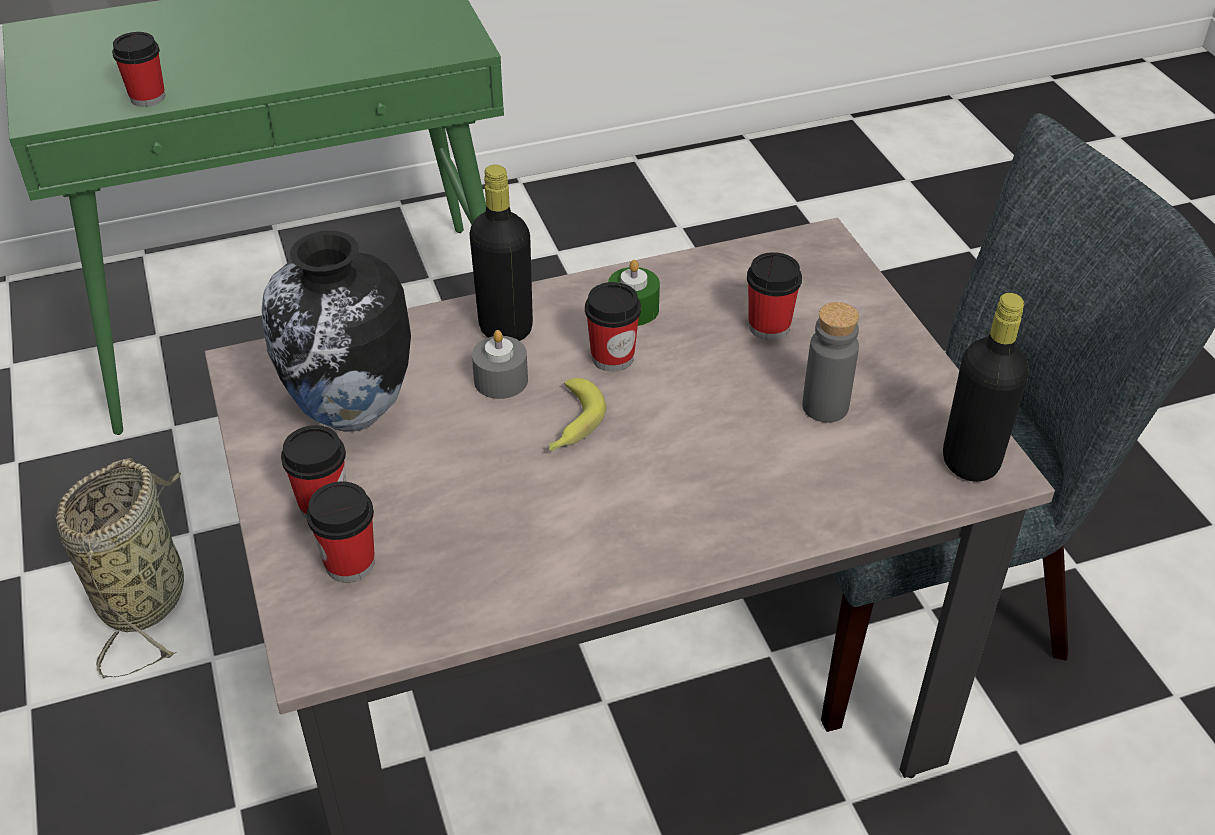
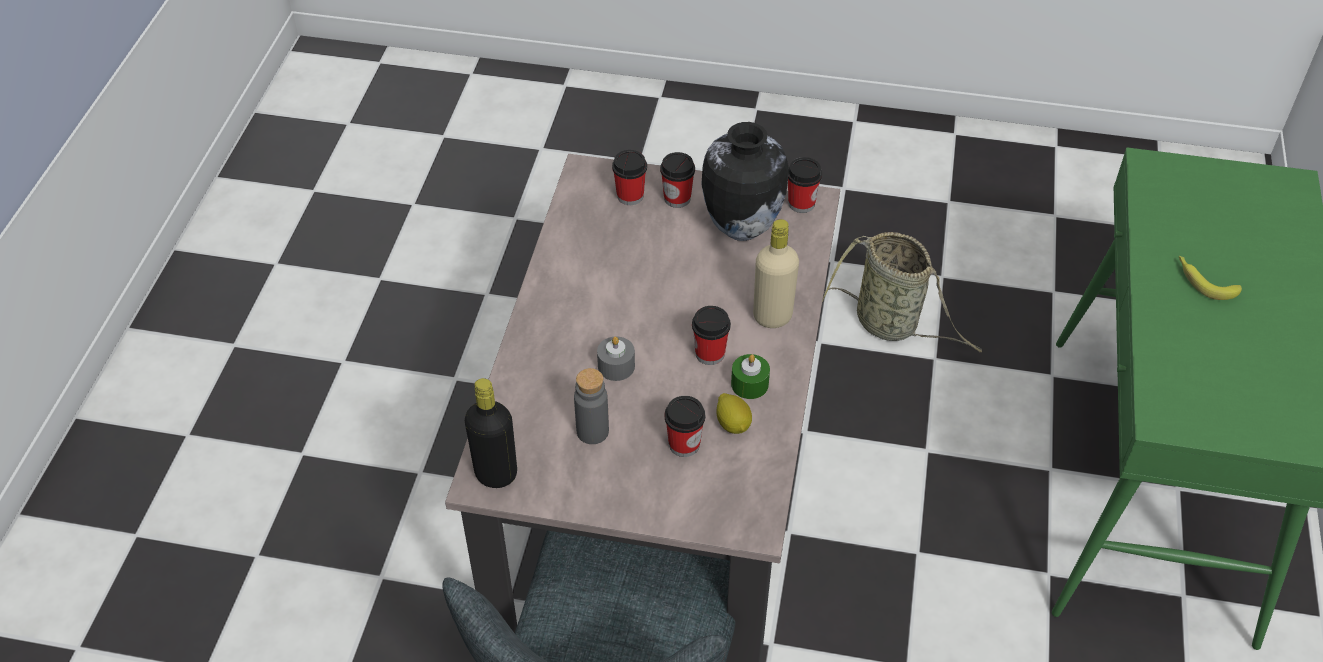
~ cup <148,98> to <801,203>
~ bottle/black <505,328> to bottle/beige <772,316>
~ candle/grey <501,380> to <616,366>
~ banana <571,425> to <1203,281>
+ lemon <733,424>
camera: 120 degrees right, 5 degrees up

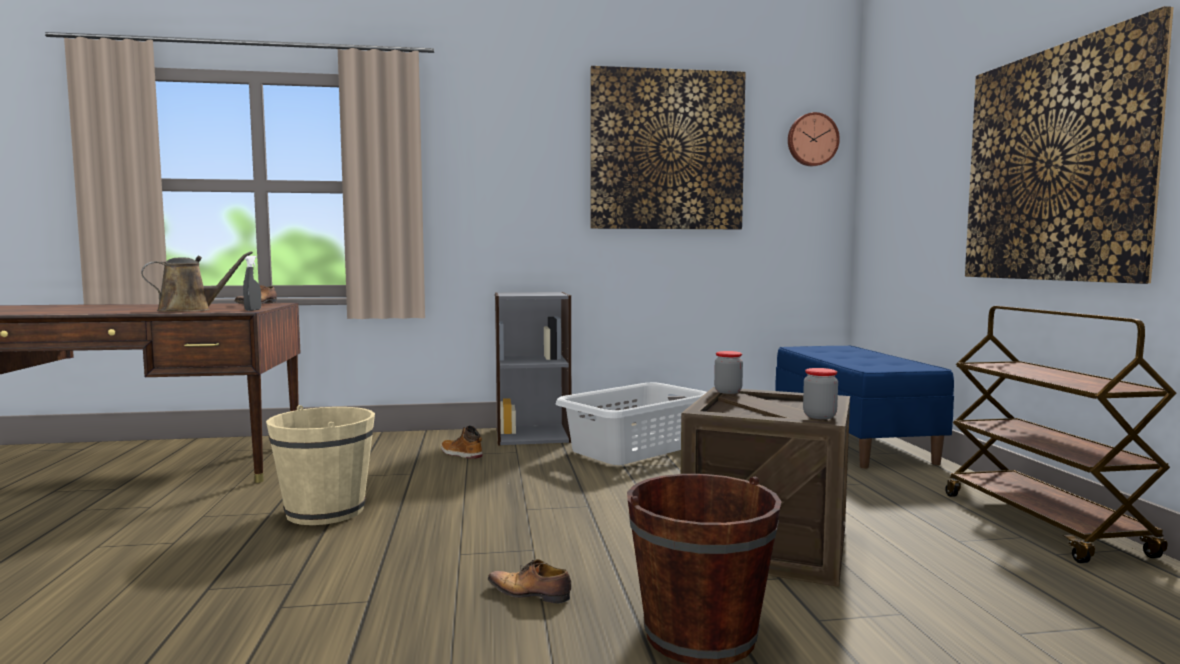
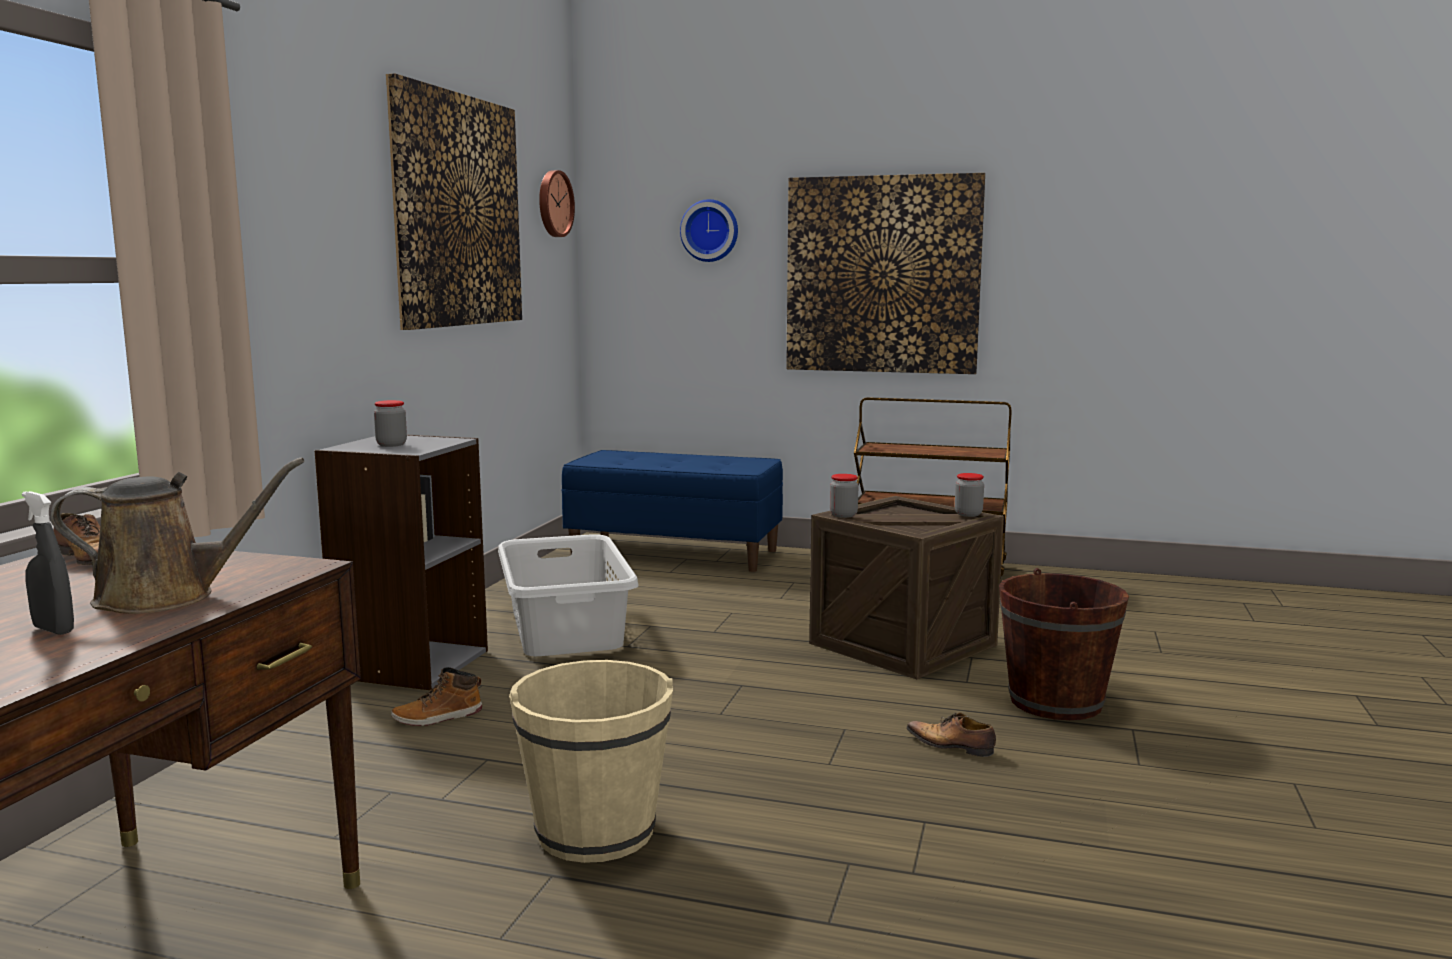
~ watering can/brown <190,310> = <167,597> 90 degrees clockwise
~ spray bottle/grey <253,310> to <53,630>
~ shoe <530,594> = <951,746> 75 degrees clockwise
+ wall clock <710,231>
+ jar <391,445>
camera: 65 degrees left, 5 degrees up

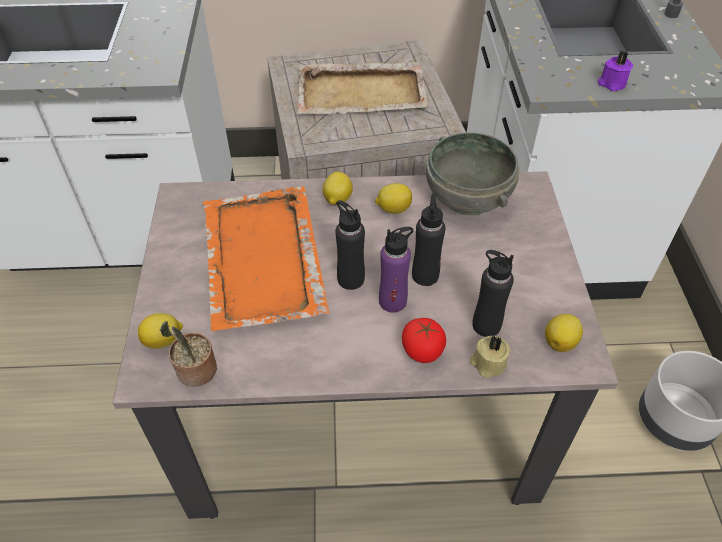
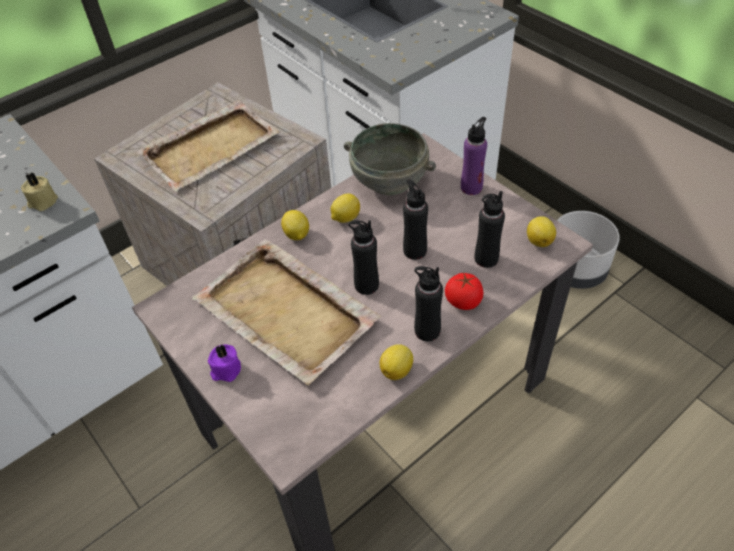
~ candle/purple <611,83> to <226,370>
~ tray/orange <262,260> to tray/beige <286,313>
~ bottle/purple <393,301> to <471,187>
~ lemon <164,340> to <397,370>
- potted plant <195,372>
~ candle/beige <487,363> to <42,202>
+ bottle/black <427,331>
camera: 35 degrees left, 0 degrees up

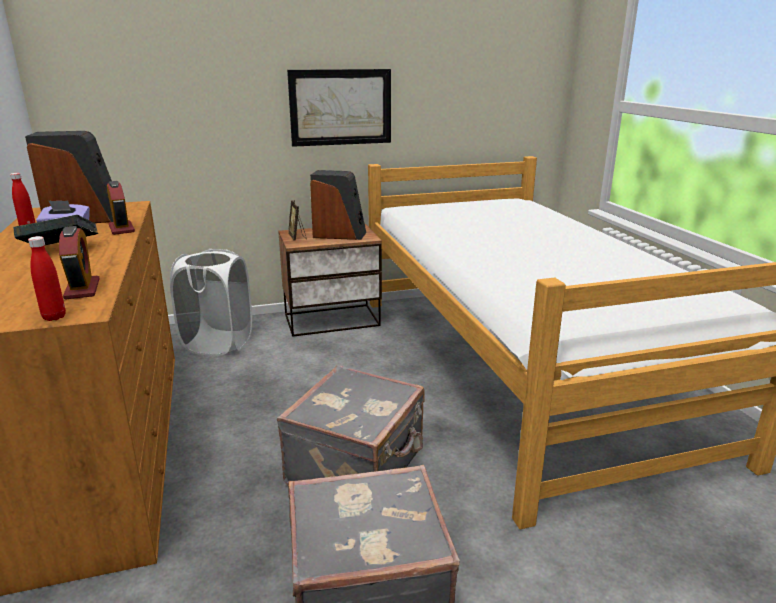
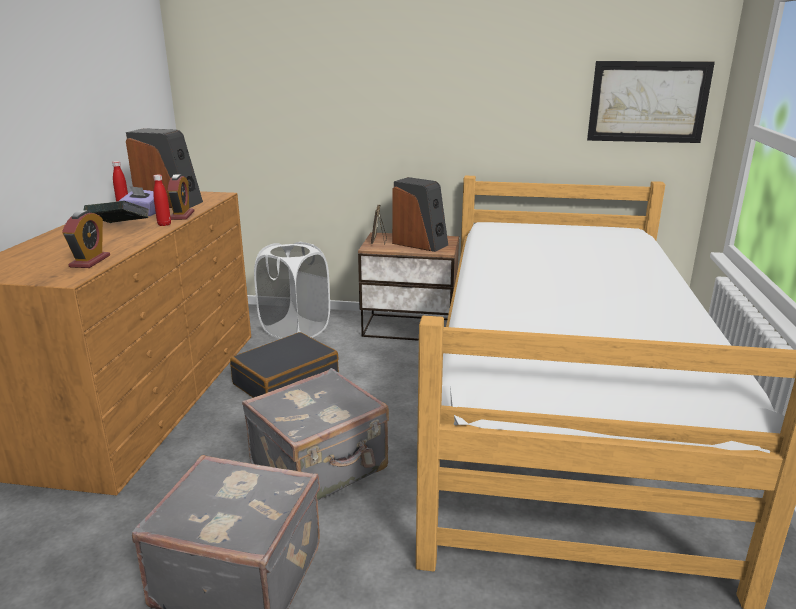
~ picture <340,107> to <648,102>
~ bottle/red <54,317> to <164,224>
+ suitcase/black <285,381>
camera: 25 degrees right, 0 degrees up

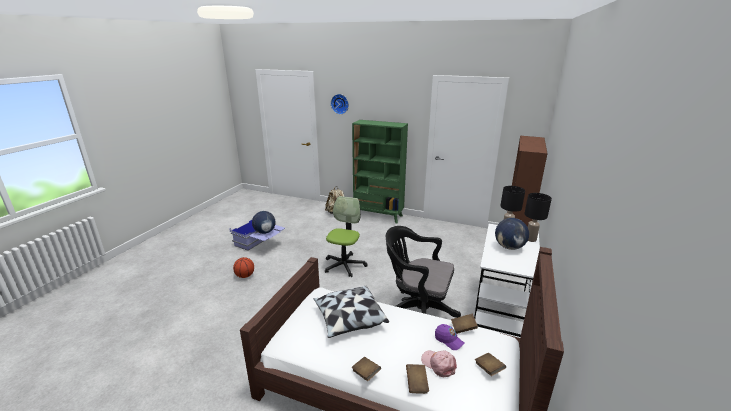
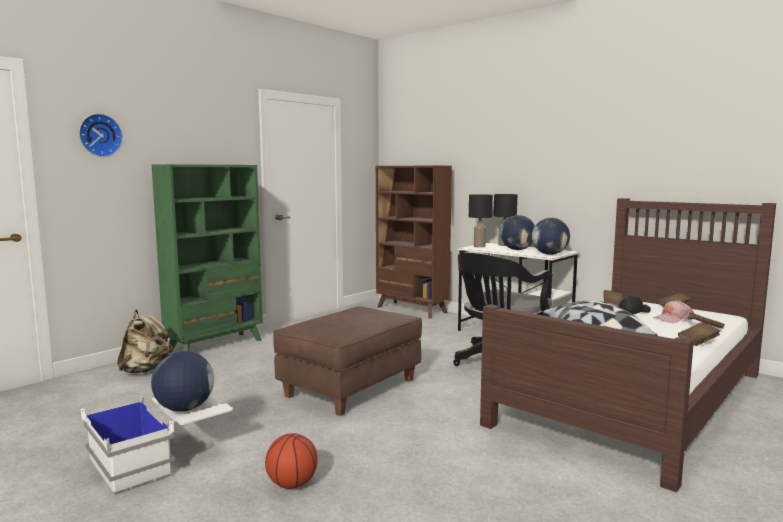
~ office chair <344,265> to ottoman/brown <351,388>
~ storage box/blue <260,245> to storage box/white <162,458>
~ cap/purple <448,340> to cap/black <634,312>
+ globe <549,254>
camera: 70 degrees left, 15 degrees down

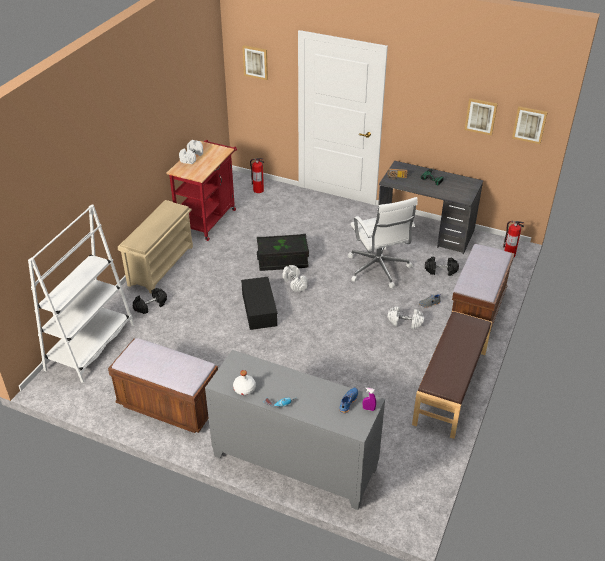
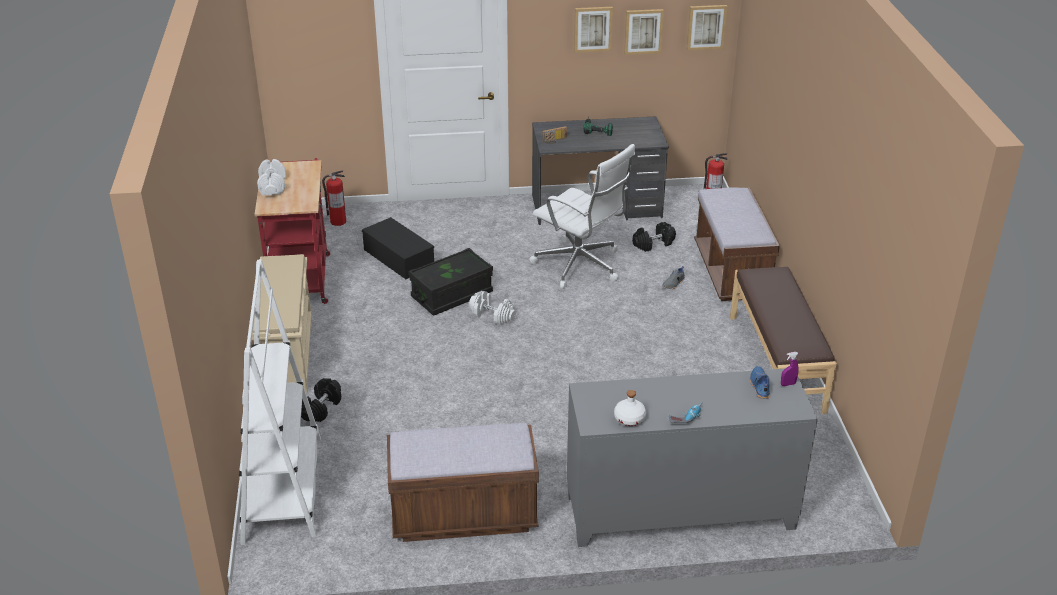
~ picture <255,62> to <593,29>
~ storage box/black <258,309> to <397,257>
- dumbbell/white <405,322>
camera: 30 degrees left, 5 degrees down

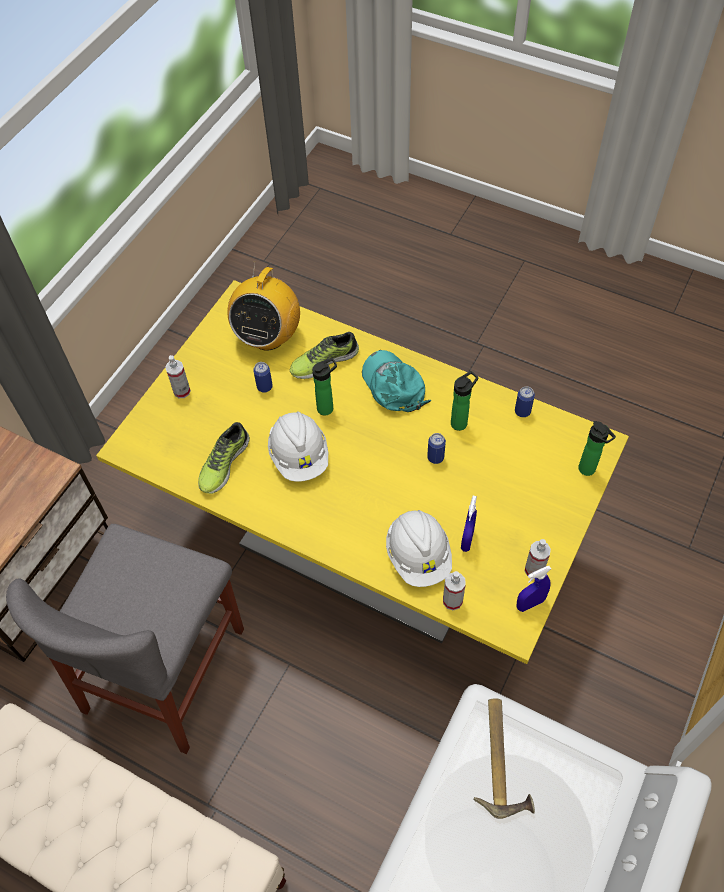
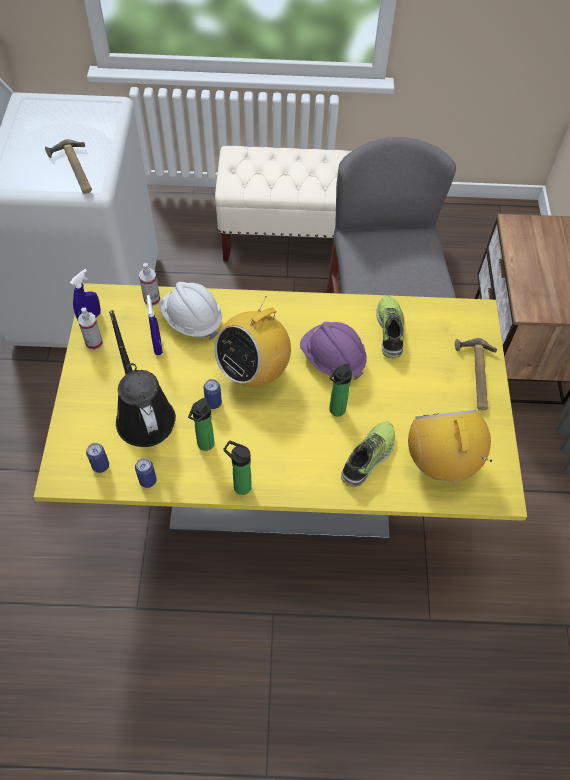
- cap/turquoise <393,385>
~ spray bottle <182,391> to hammer <475,376>
~ can <264,387> to <100,466>
~ hard hat/white <299,456> to hard hat/purple <332,359>
~ bottle <588,470> to <240,485>
+ radio <254,371>
+ watering can/black <143,414>
camera: 150 degrees right, 0 degrees up

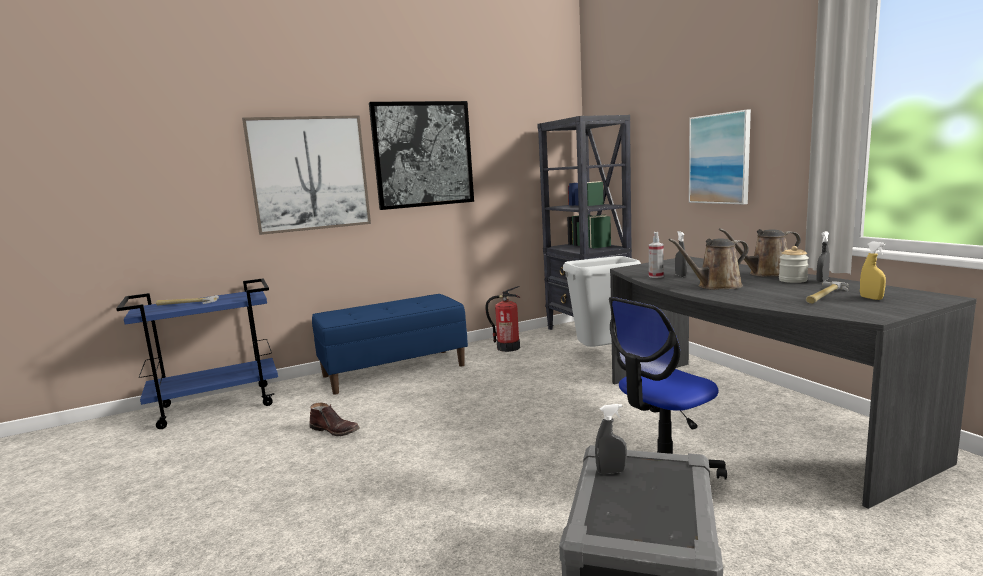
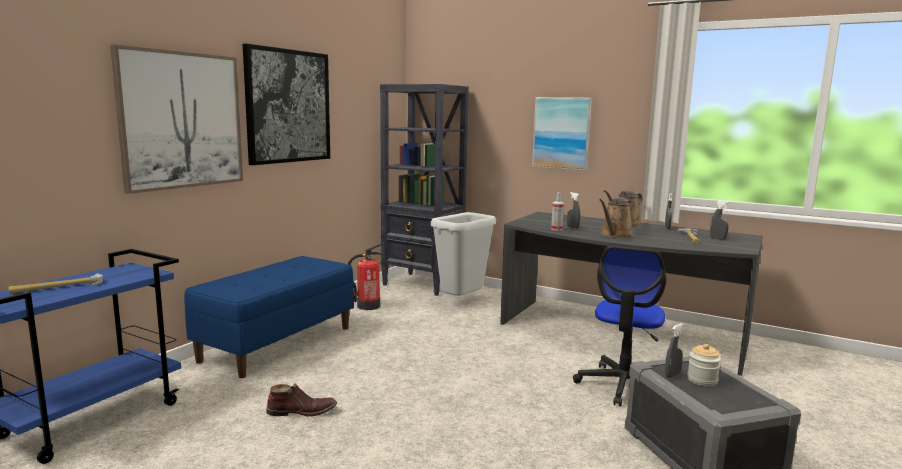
~ spray bottle/yellow <871,298> to spray bottle/grey <717,238>
~ jar <792,280> to <702,380>
camera: 35 degrees left, 0 degrees up

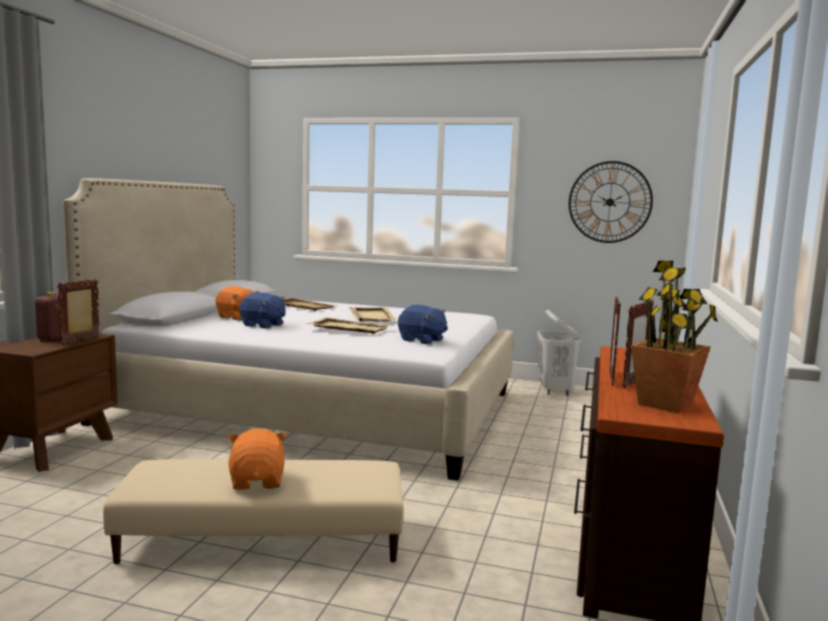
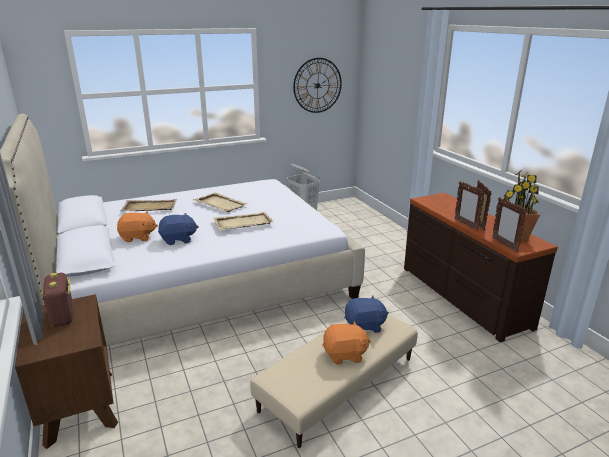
~ picture frame <81,340> to <504,245>
~ plush toy/blue <422,340> to <365,326>
~ plush toy/orange <257,481> = <345,355> 135 degrees clockwise
camera: 40 degrees left, 15 degrees up

